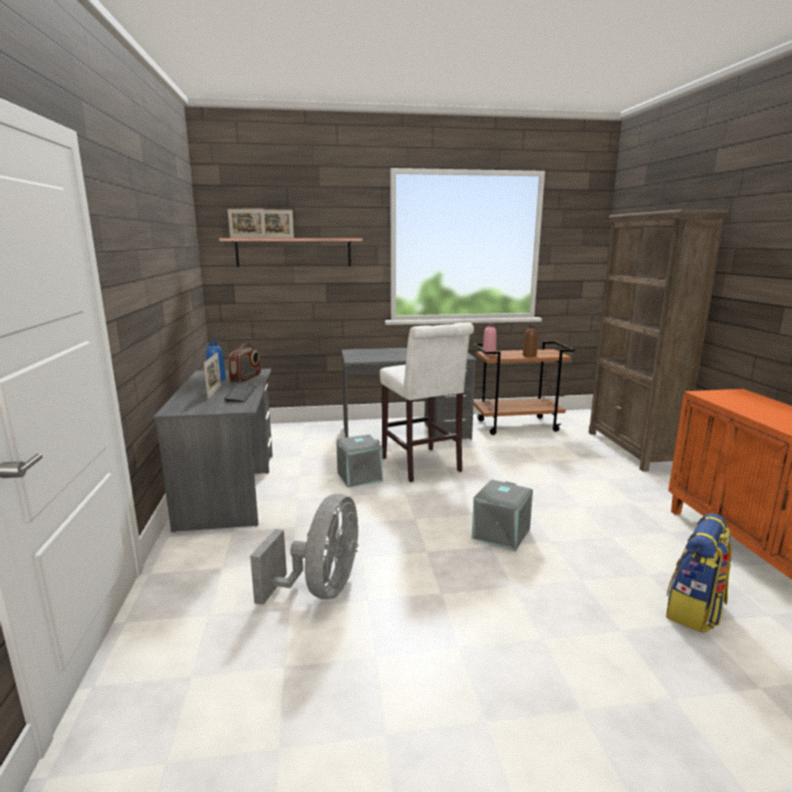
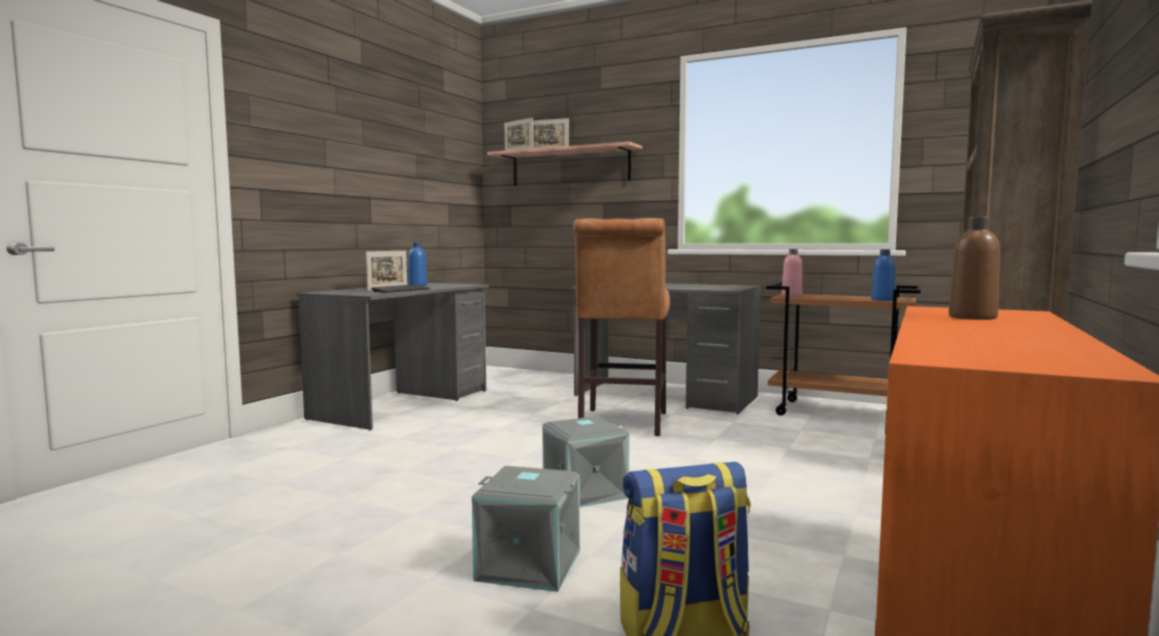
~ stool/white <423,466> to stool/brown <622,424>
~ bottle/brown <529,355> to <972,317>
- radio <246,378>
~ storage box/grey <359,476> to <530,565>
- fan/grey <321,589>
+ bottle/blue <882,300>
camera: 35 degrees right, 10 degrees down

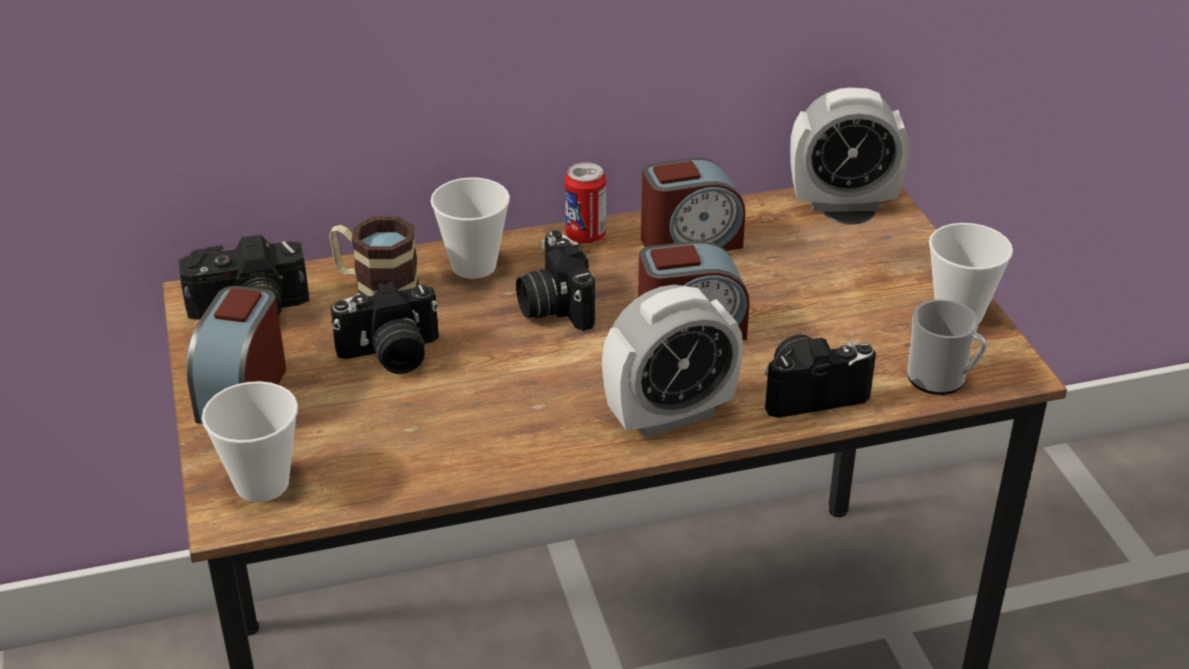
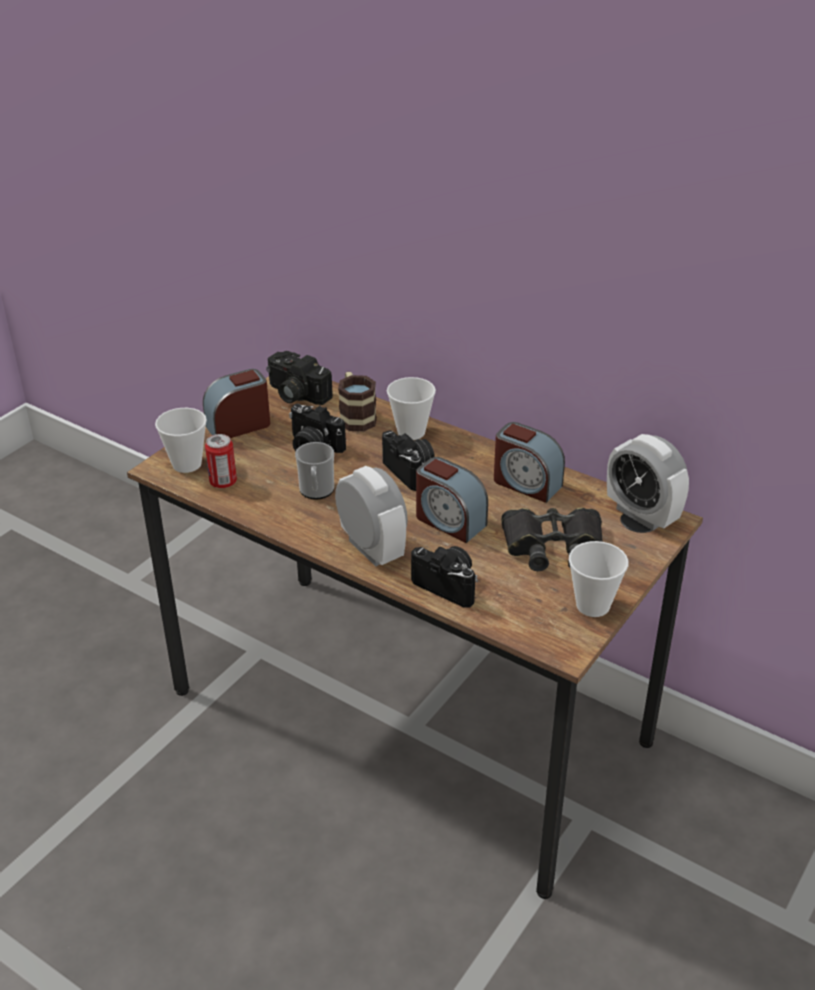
~ can <585,236> to <223,482>
~ photo camera <553,306> = <411,471> 120 degrees clockwise
~ alarm clock <670,415> = <371,549> 150 degrees counterclockwise
~ mug <942,380> to <316,492>
+ binoculars/black <553,546>
camera: 50 degrees right, 0 degrees up

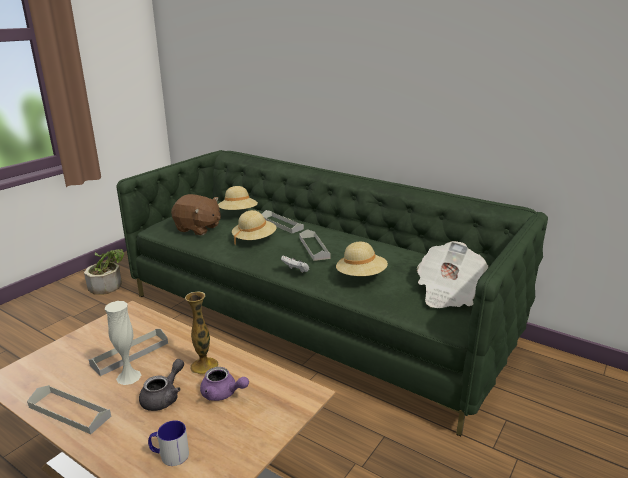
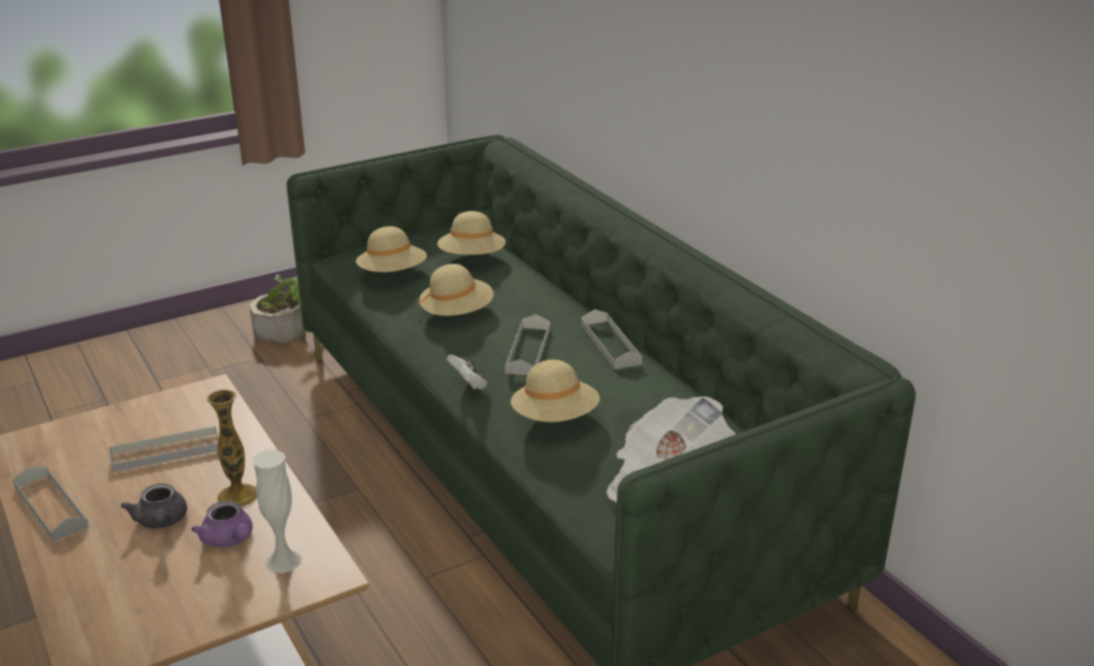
~ plush toy/brown <198,228> to hat/beige <392,274>
~ tray/grey <281,224> to <610,344>
~ vase/white <128,377> to <283,561>
~ teapot/grey <164,397> = <161,522> 105 degrees clockwise
- mug <169,455>
camera: 25 degrees right, 5 degrees up

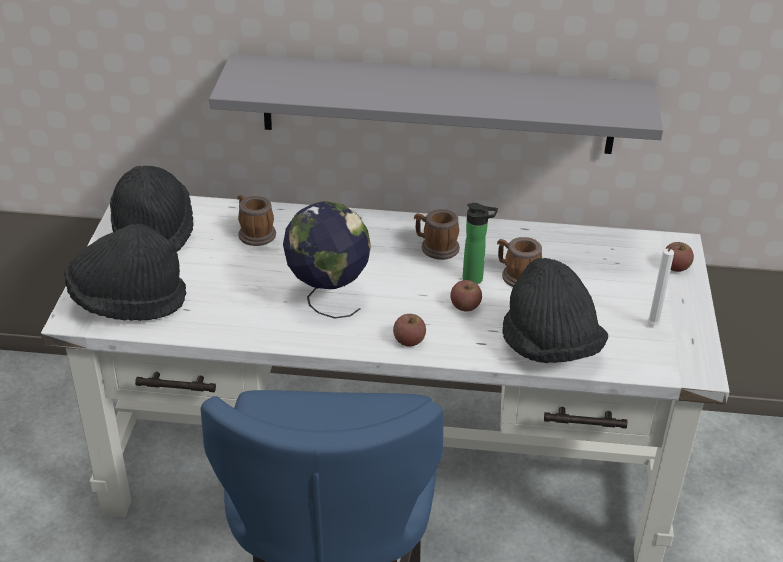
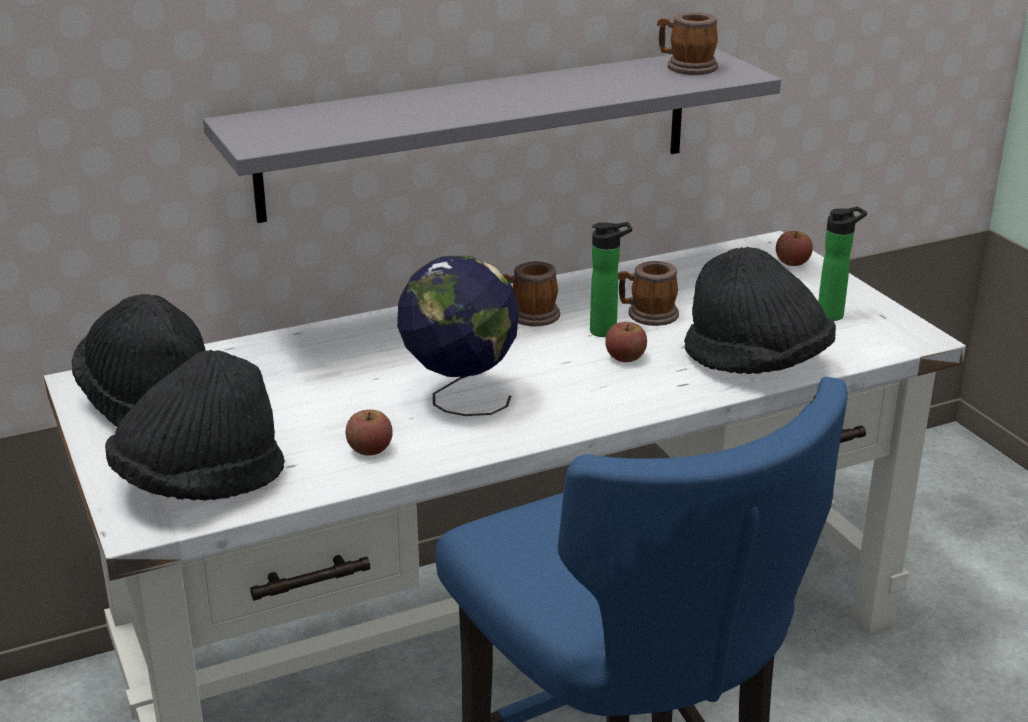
~ mug <254,233> to <686,67>
~ candle/white <655,325> to bottle <834,314>
~ apple <409,340> to <370,449>
camera: 30 degrees left, 10 degrees down

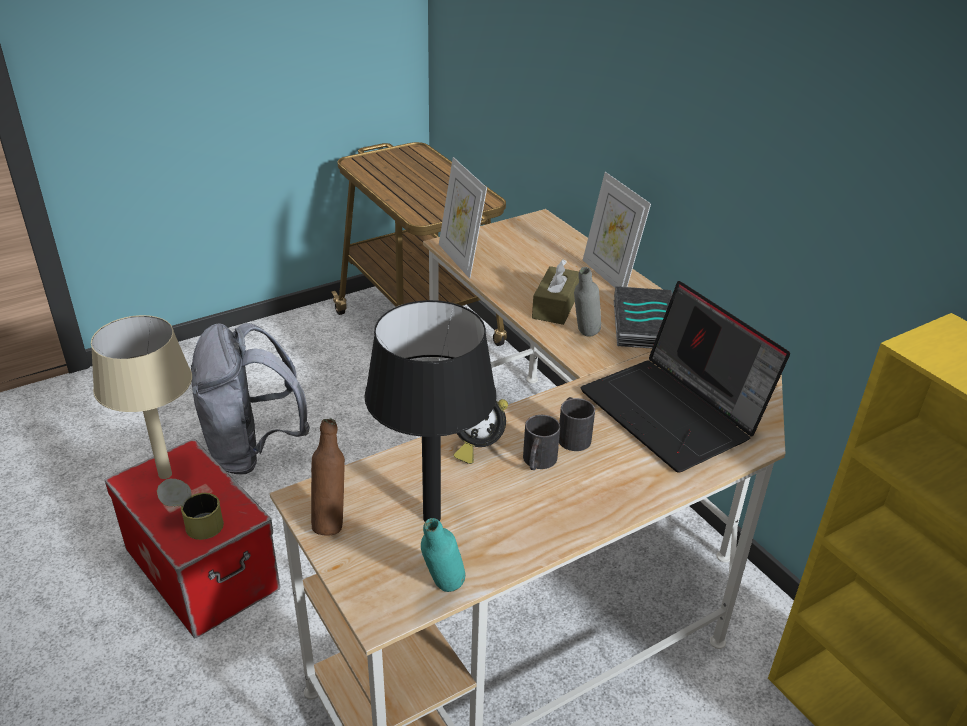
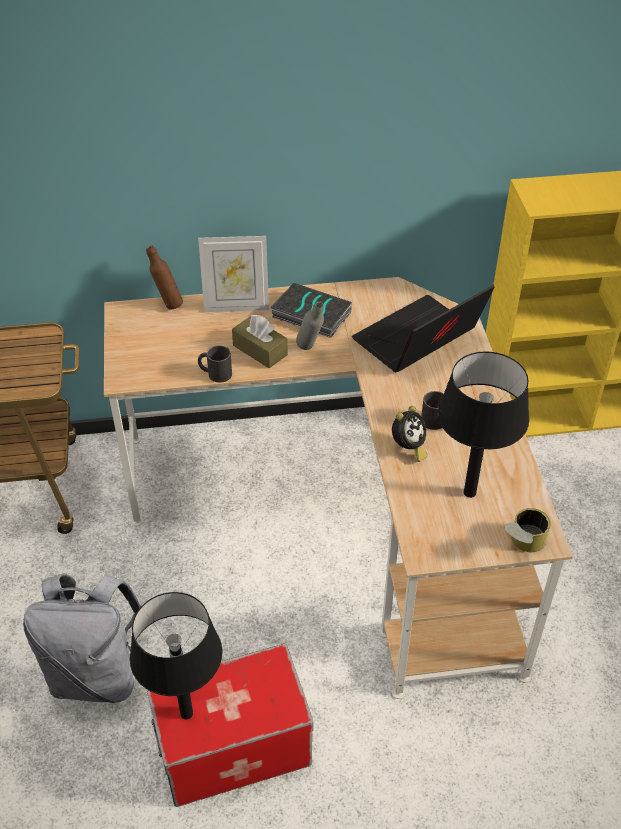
- picture frame <461,259>
~ laptop <675,412> = <418,341> 150 degrees clockwise
~ table lamp/beige <164,474> to table lamp/black <187,714>
~ mug/black <572,435> to <215,373>
~ bottle/brown <331,521> to <167,304>
~ can <194,523> to <522,544>
- bottle/turquoise <443,594>
camera: 65 degrees left, 10 degrees up

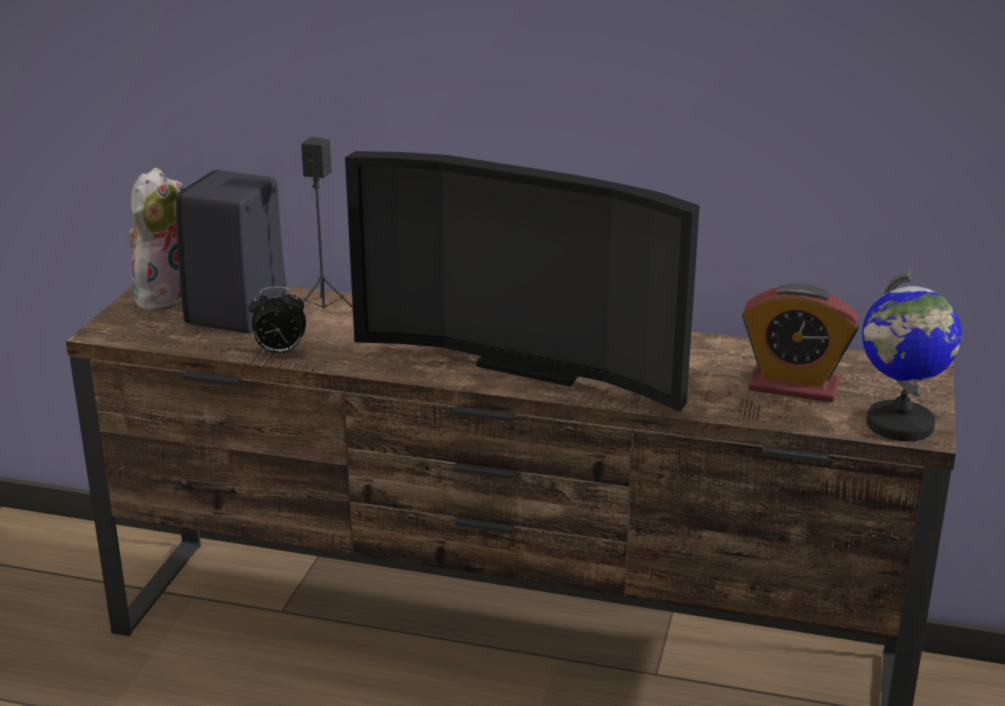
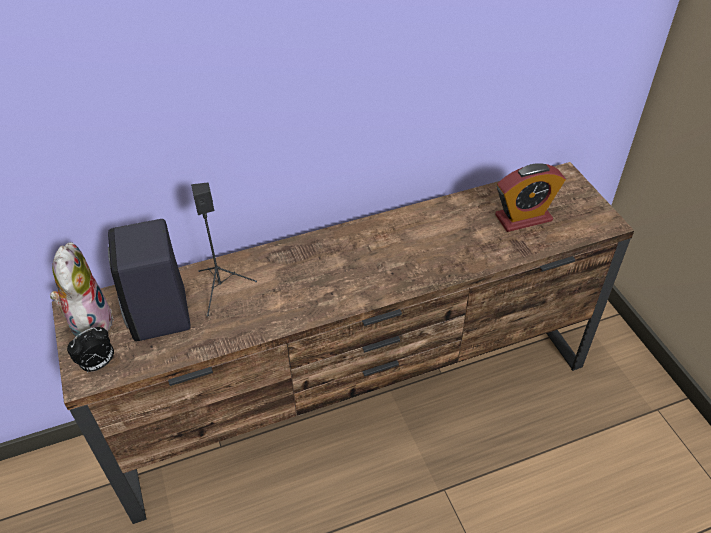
- television <532,363>
- globe <899,425>
~ alarm clock <280,352> to <98,364>
camera: 35 degrees left, 20 degrees up

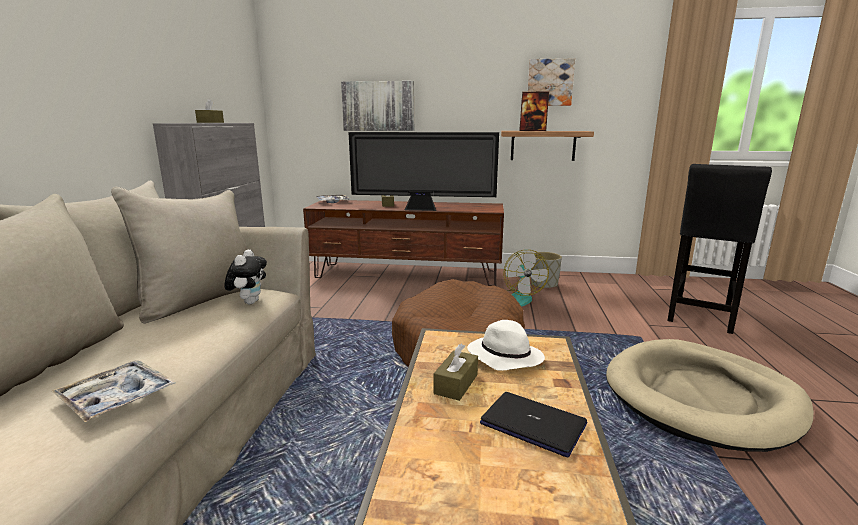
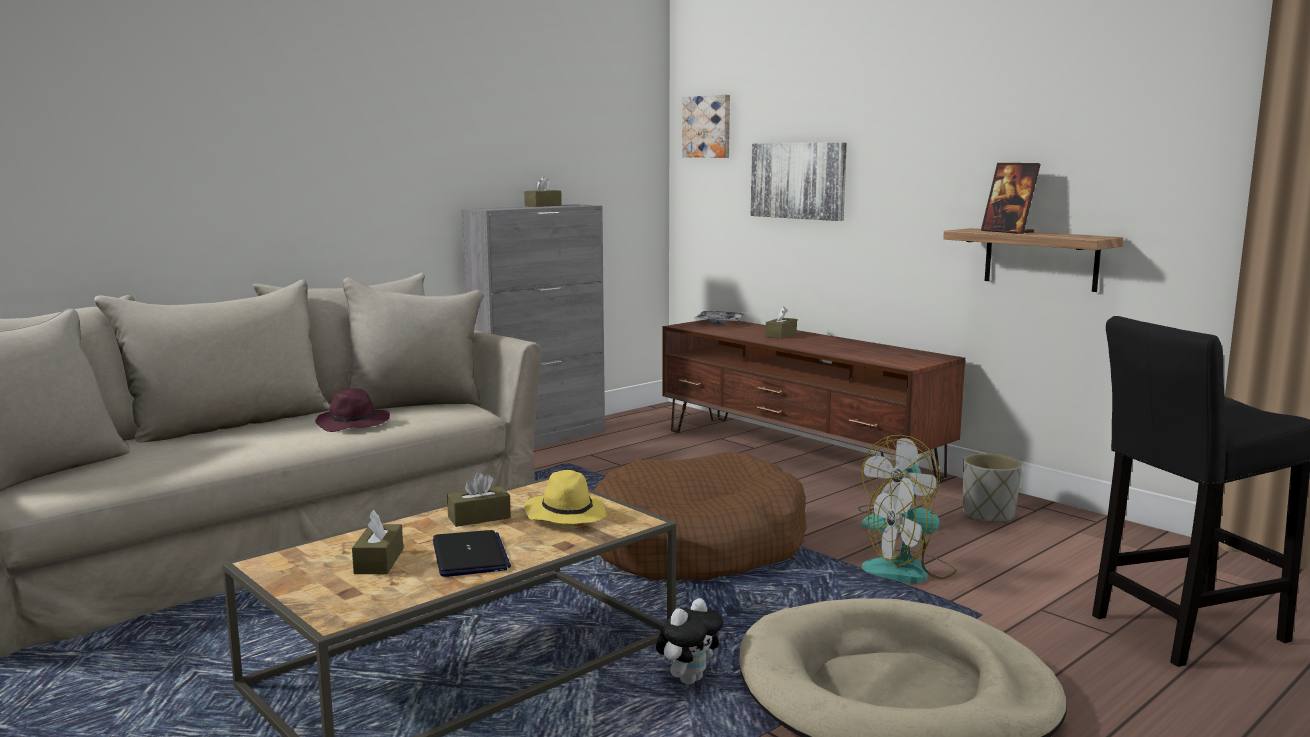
~ picture <550,82> to <708,127>
- television <423,209>
~ plush toy <249,302> to <689,679>
~ hat/white <503,357> to hat/yellow <566,515>
- tray <117,398>
+ hat/purple <354,424>
+ fan <909,571>
+ tissue box/brown <379,561>
camera: 40 degrees right, 5 degrees down

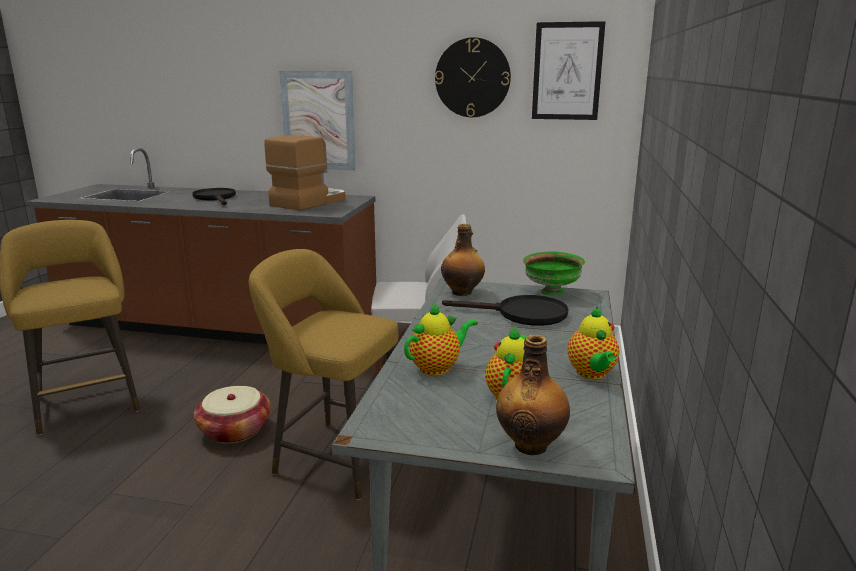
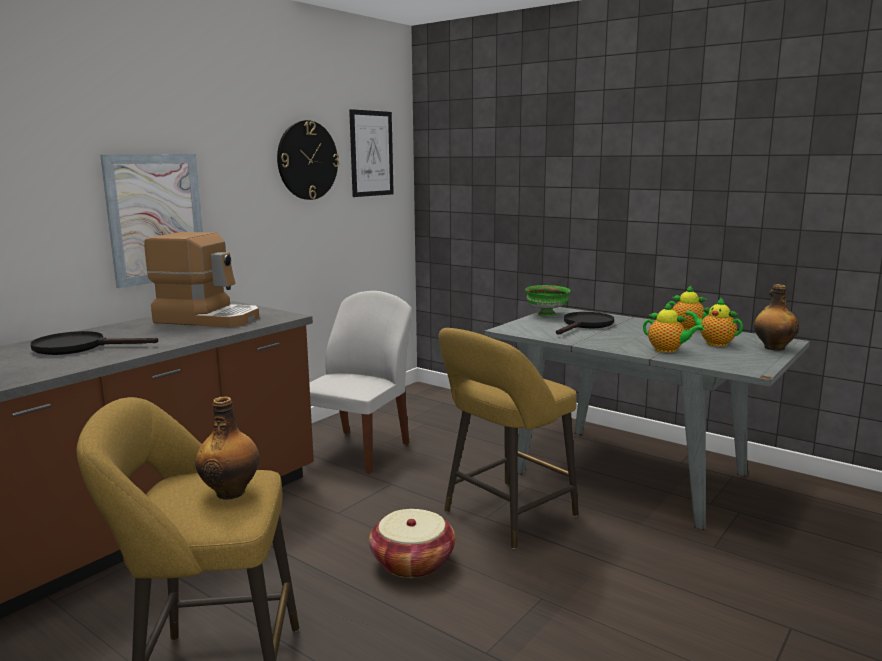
~ coffee machine <308,202> = <208,319> 135 degrees clockwise
~ bottle <462,292> to <231,492>
~ teapot <438,368> = <668,350> 135 degrees clockwise
camera: 65 degrees left, 5 degrees down

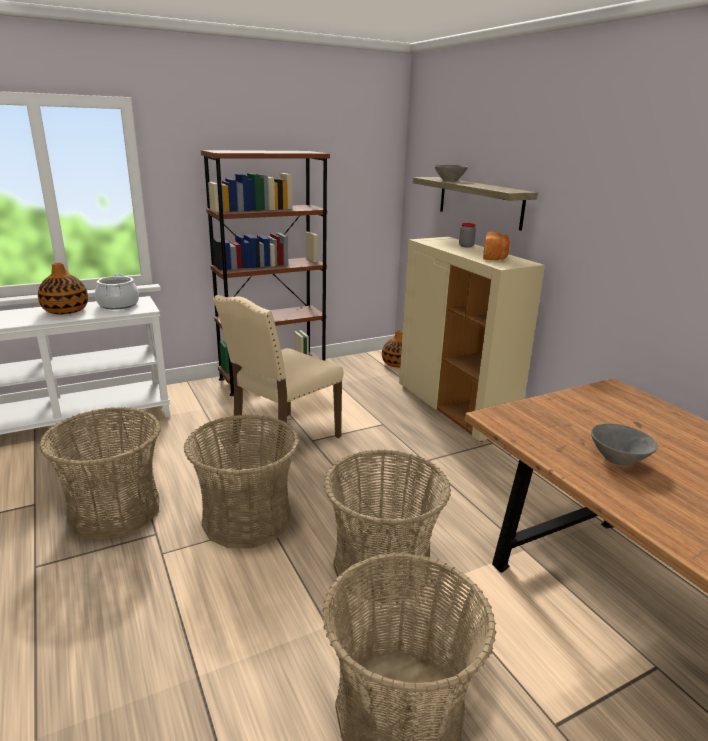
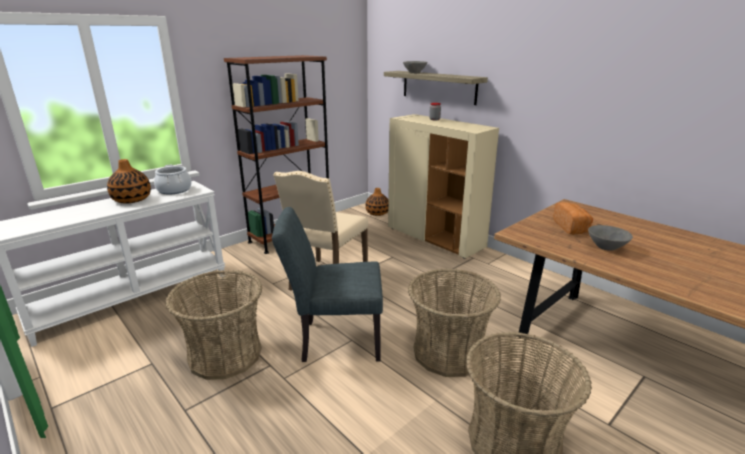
~ bread <495,257> to <571,227>
~ basket <246,519> to chair/grey <334,340>
camera: 15 degrees left, 0 degrees up

